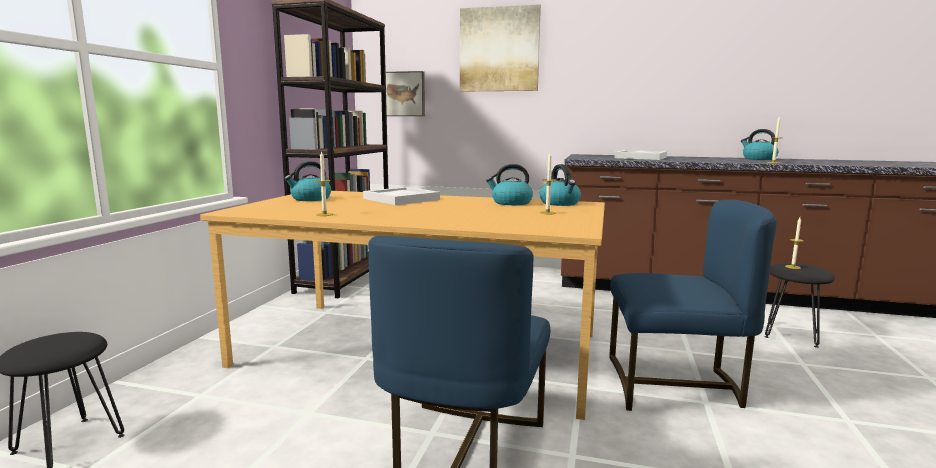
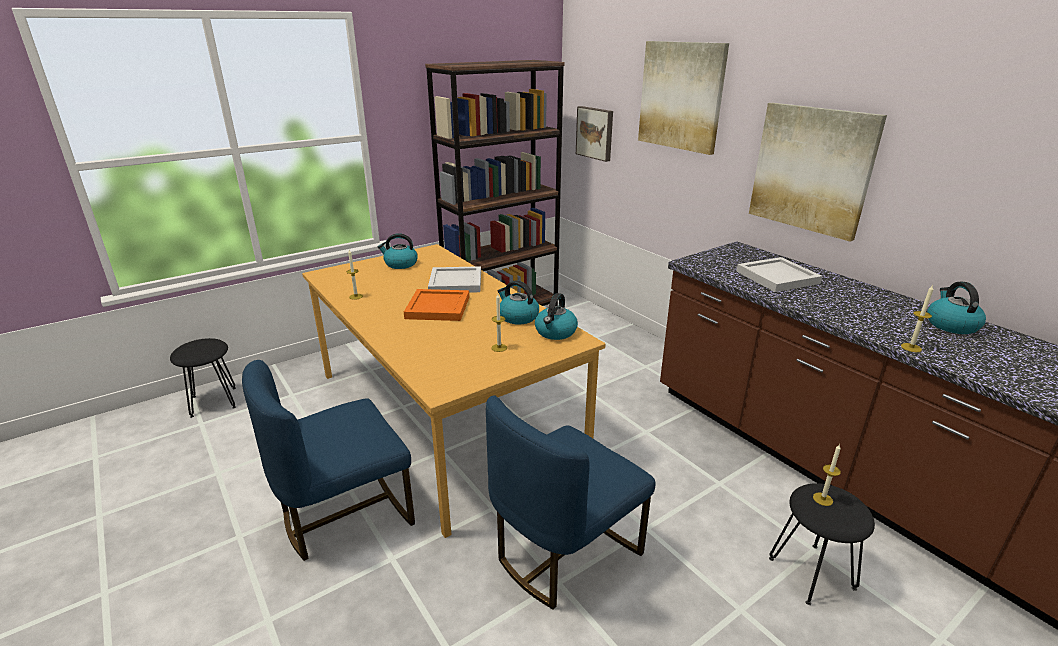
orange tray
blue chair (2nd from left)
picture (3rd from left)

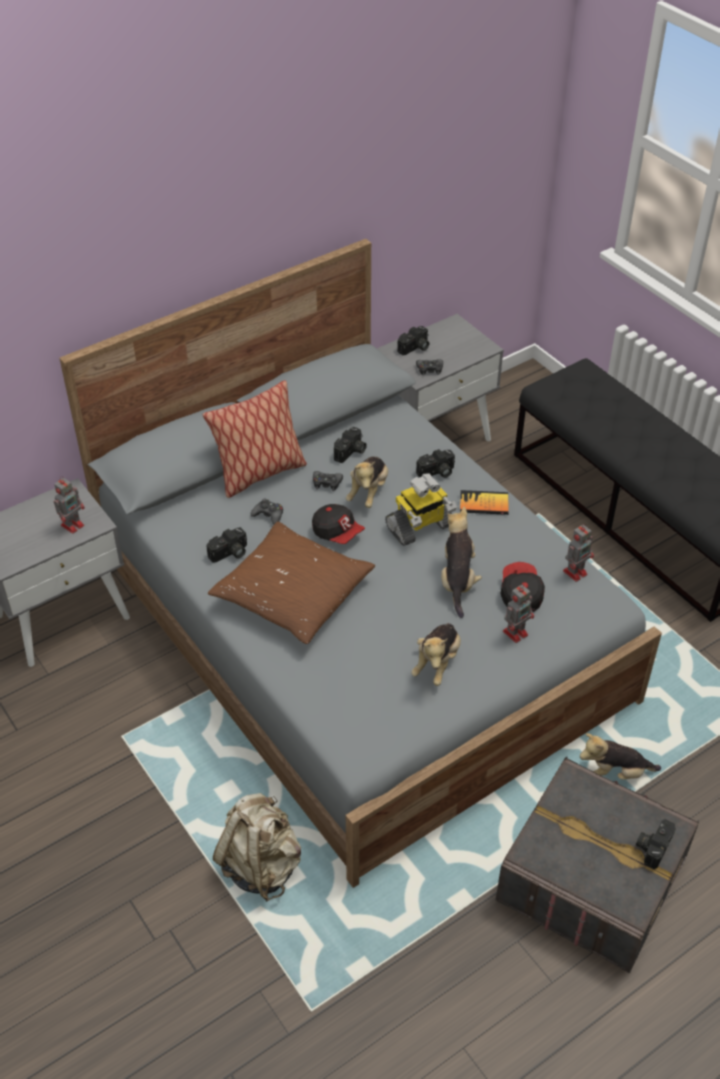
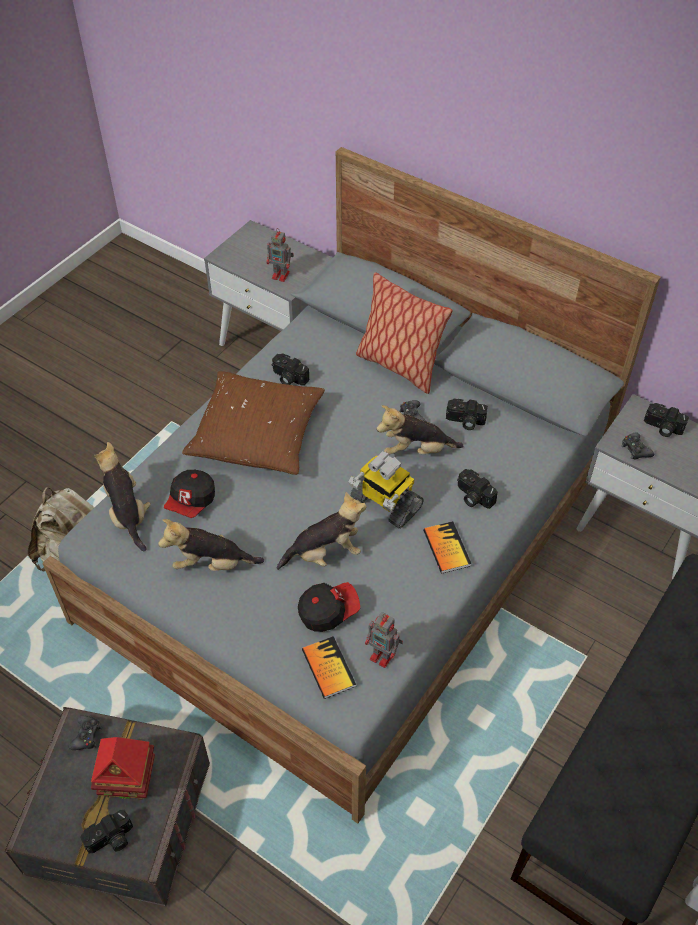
black game controller (1st from left)
photo camera (1st from left)
toy house
plush toy (1st from left)
cap (1st from left)
book (1st from left)
toy robot (3rd from left in the first image)

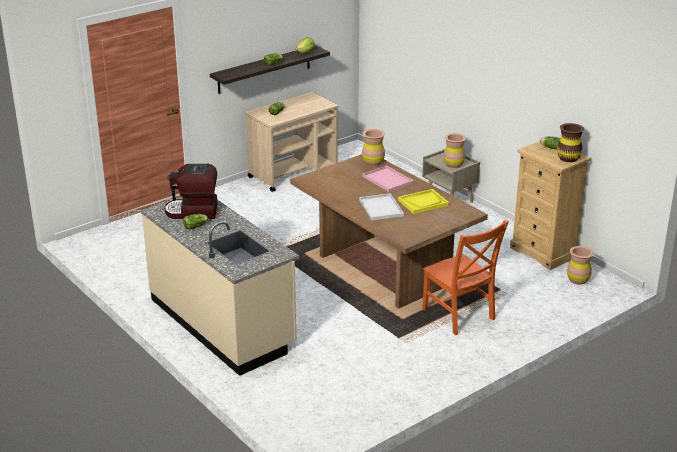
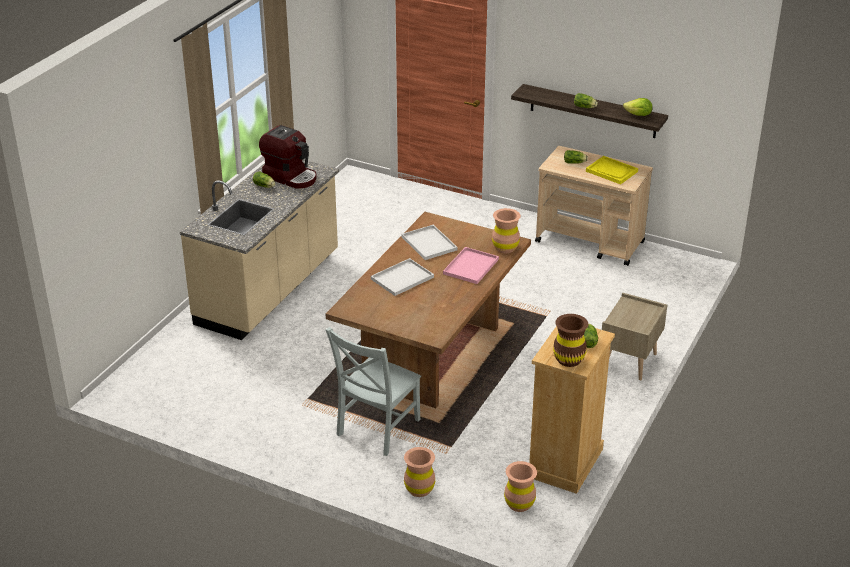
coffee machine
grey chair
white tray (2nd from left)
brown vase (1st from left)
yellow tray

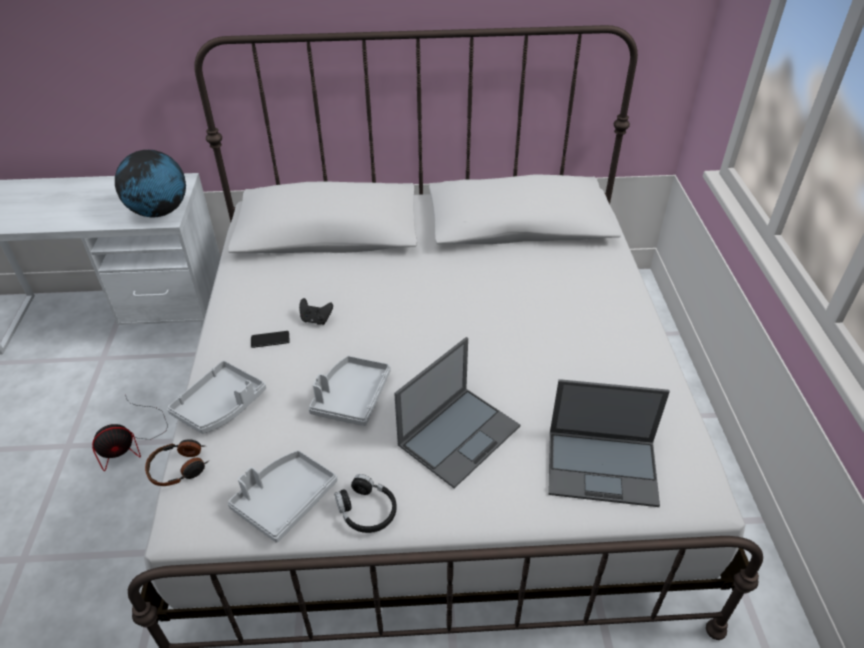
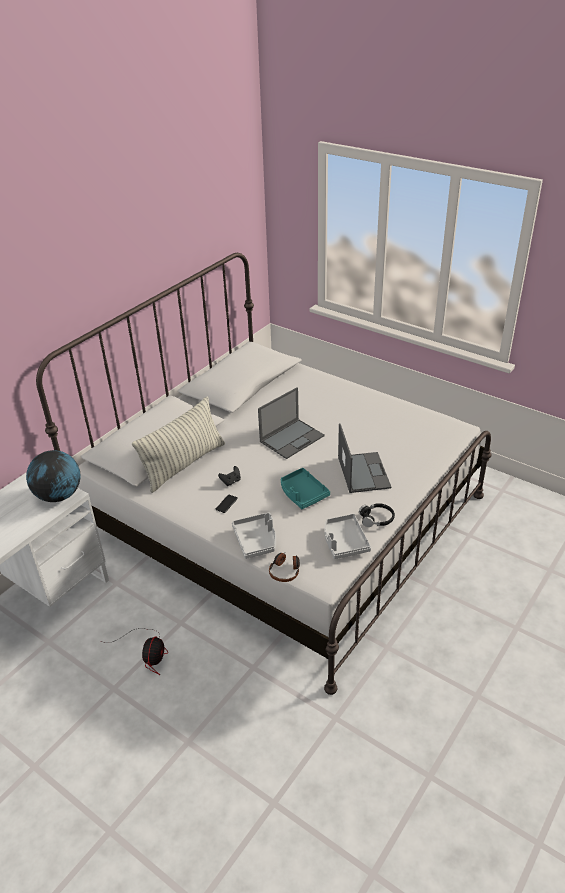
pillow
laptop (1st from left)
turquoise tray

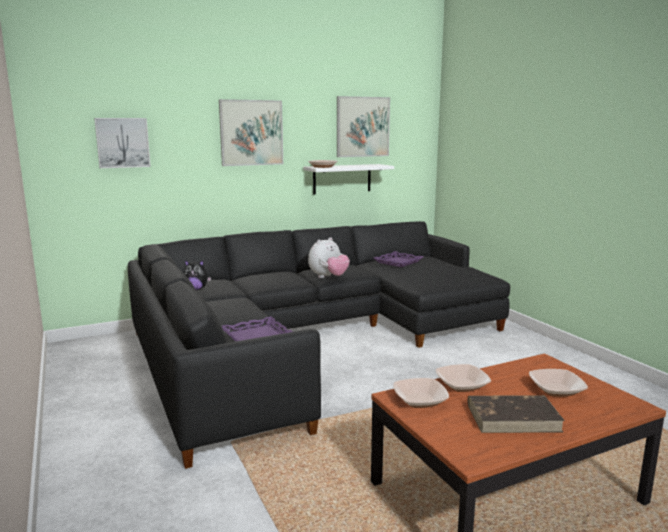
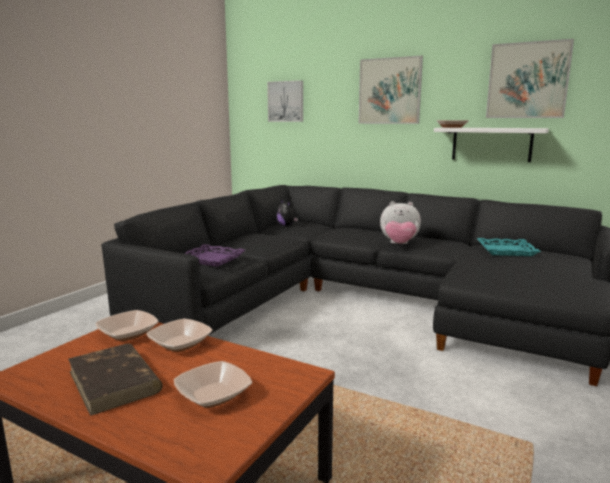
turquoise tray

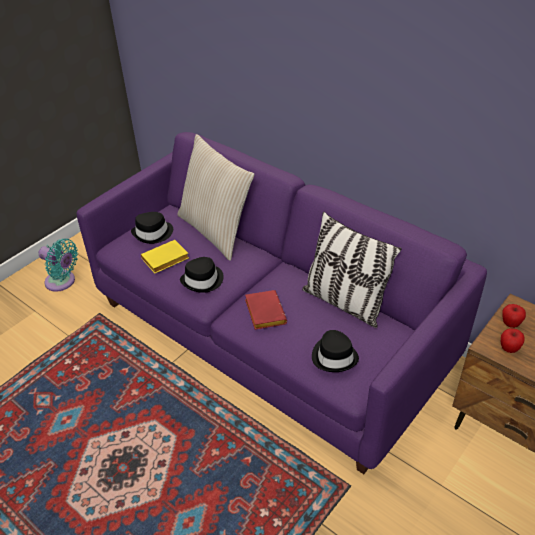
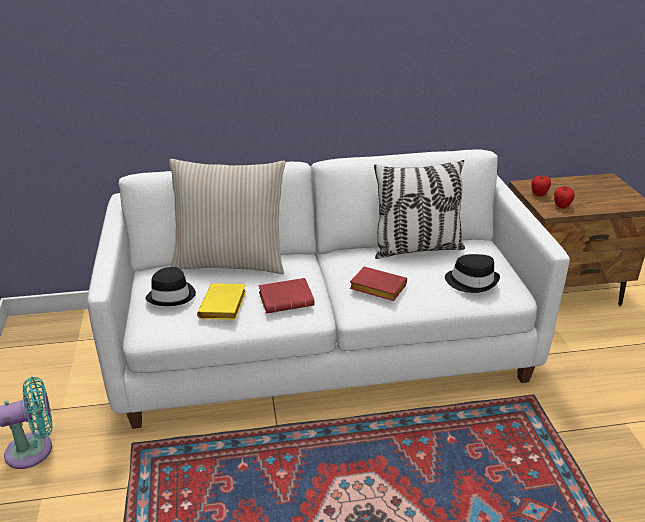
white sofa
red book (1st from left)

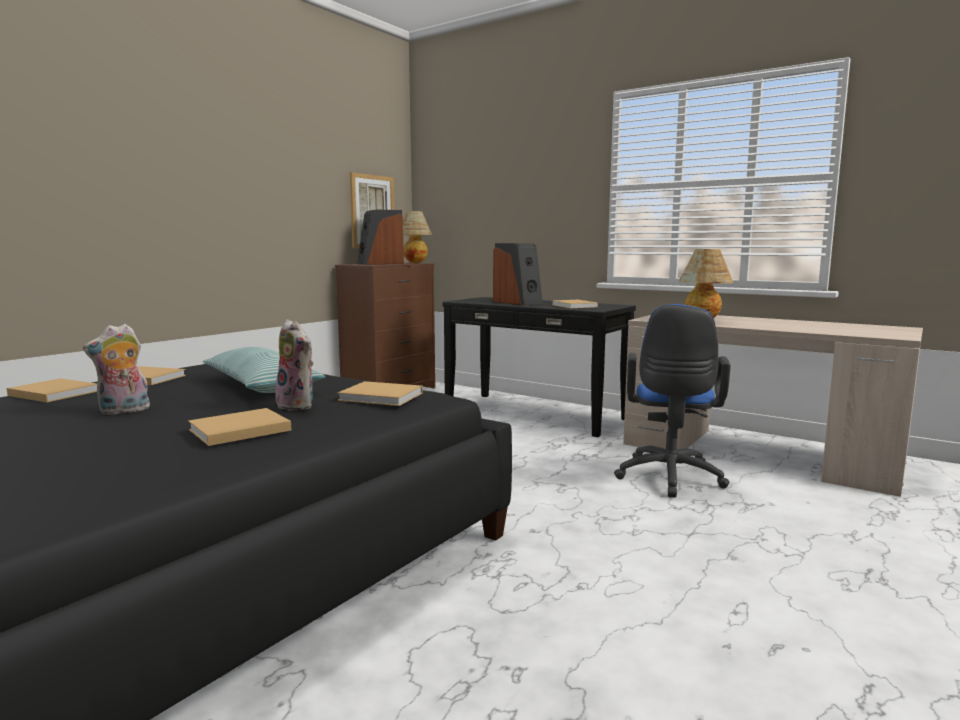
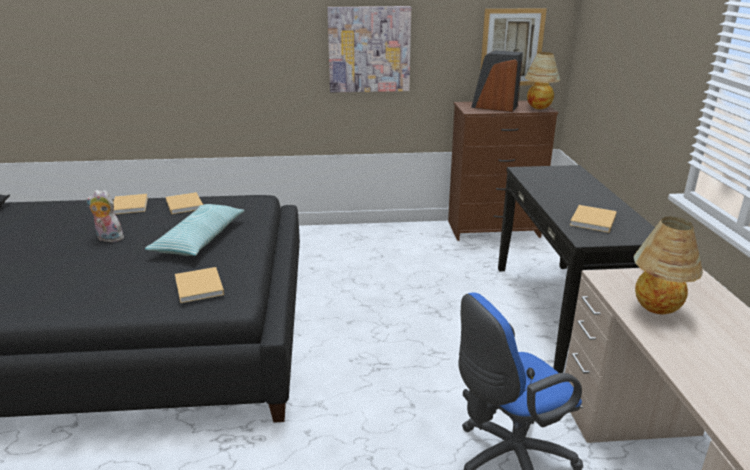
picture (1st from left)
beige book (3rd from left in the first image)
plush toy (2nd from left in the first image)
speaker (2nd from left in the first image)

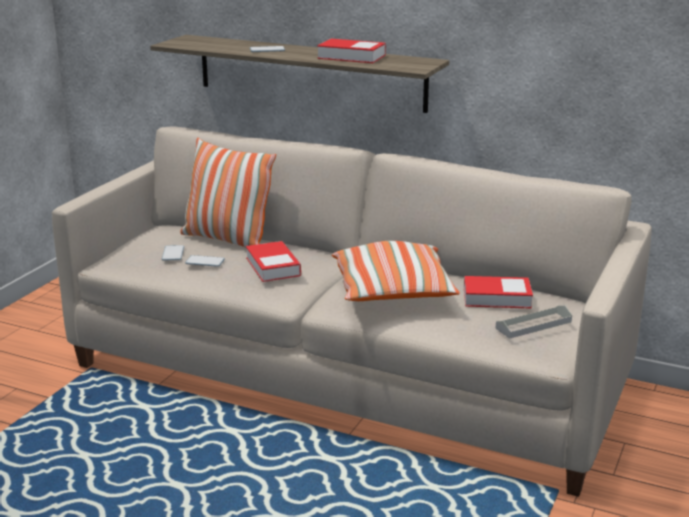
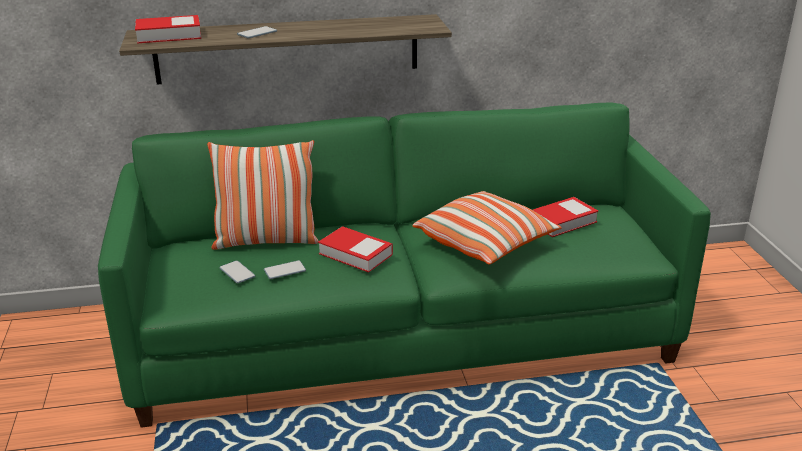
green sofa
book (1st from left)
grey tray

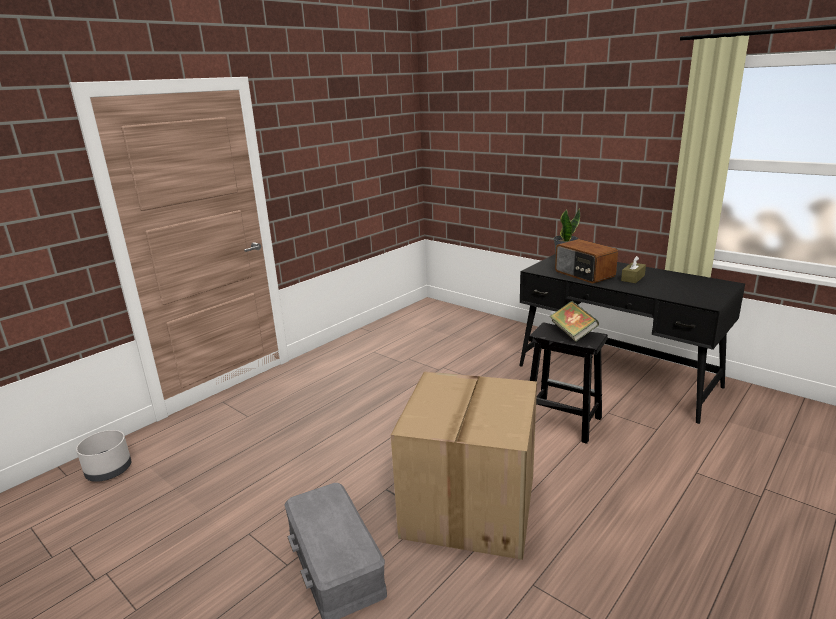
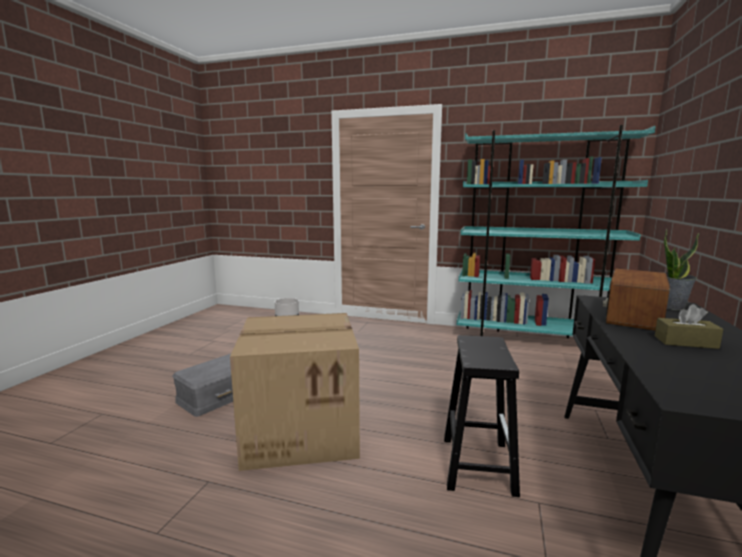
turquoise bookcase
book

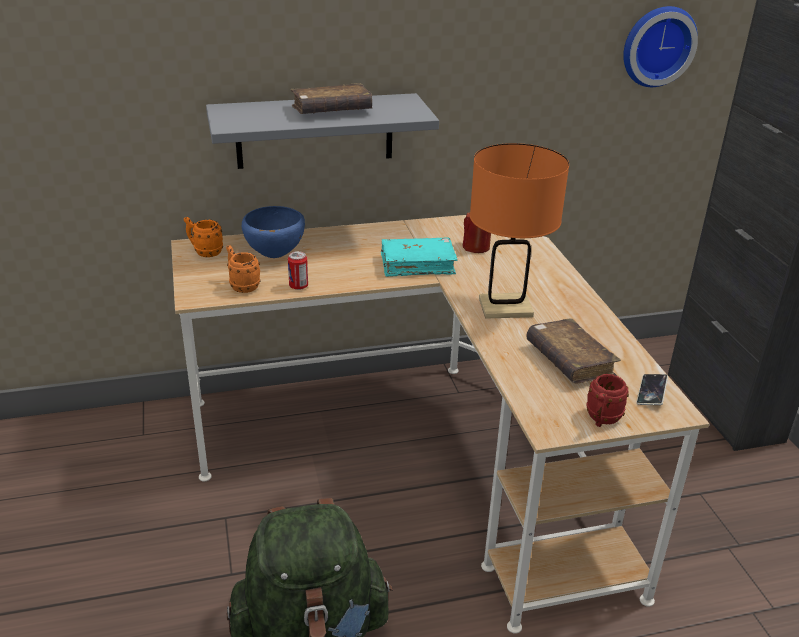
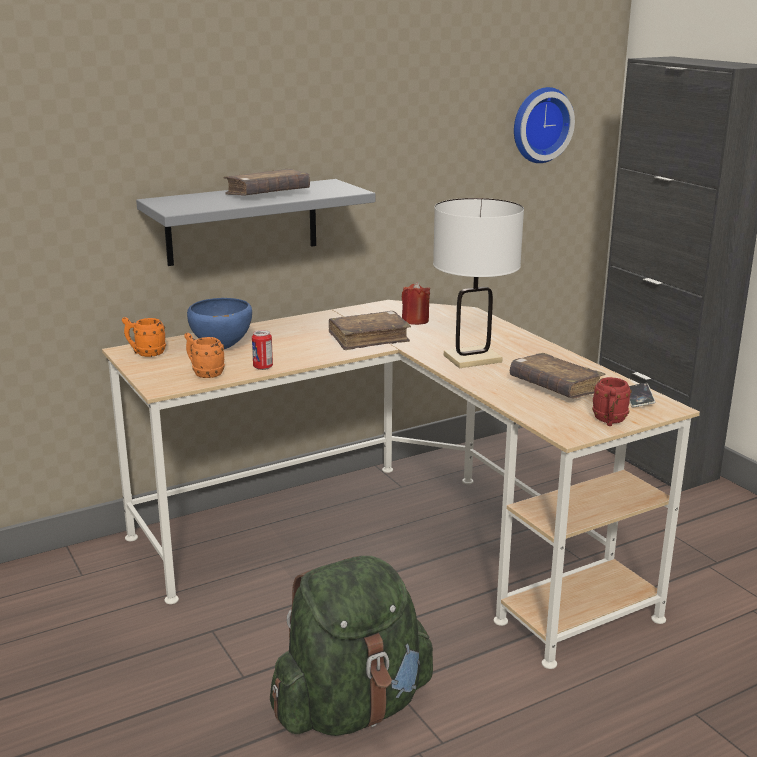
brown book (2nd from left)
white table lamp

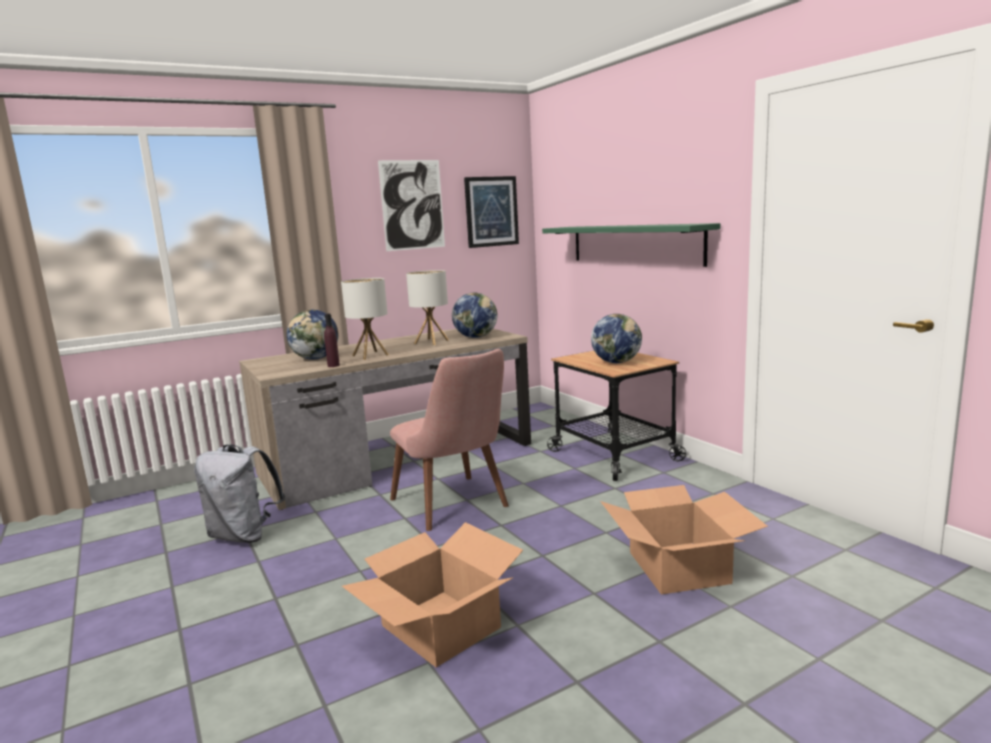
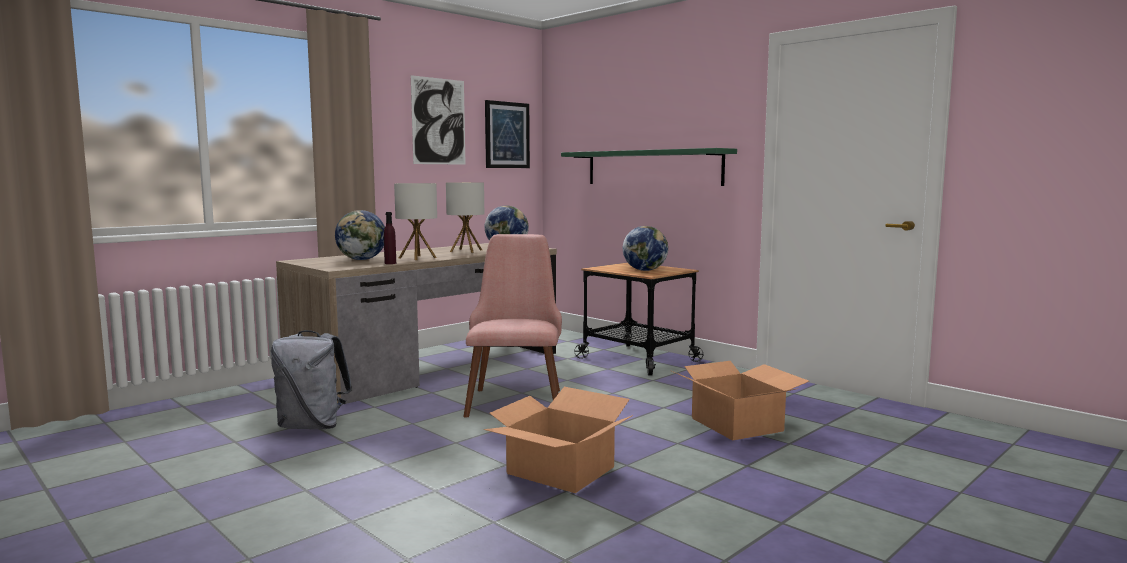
pink chair

